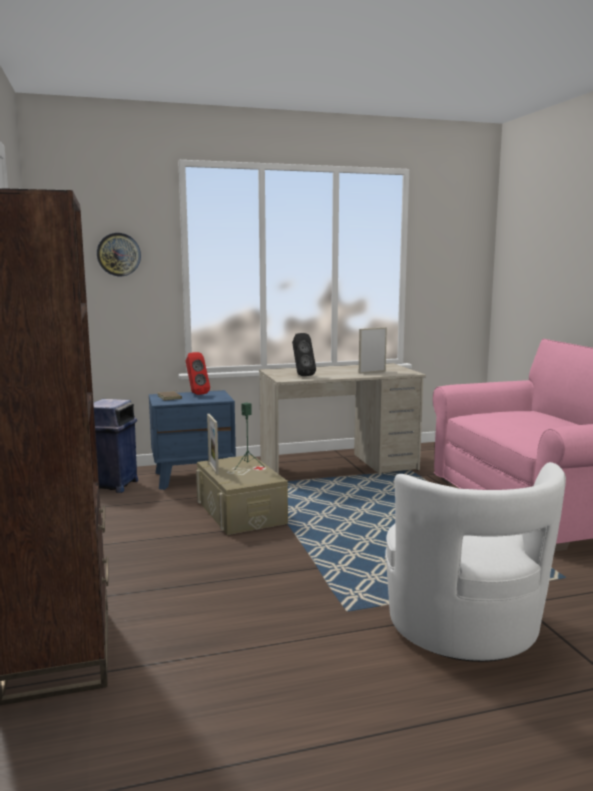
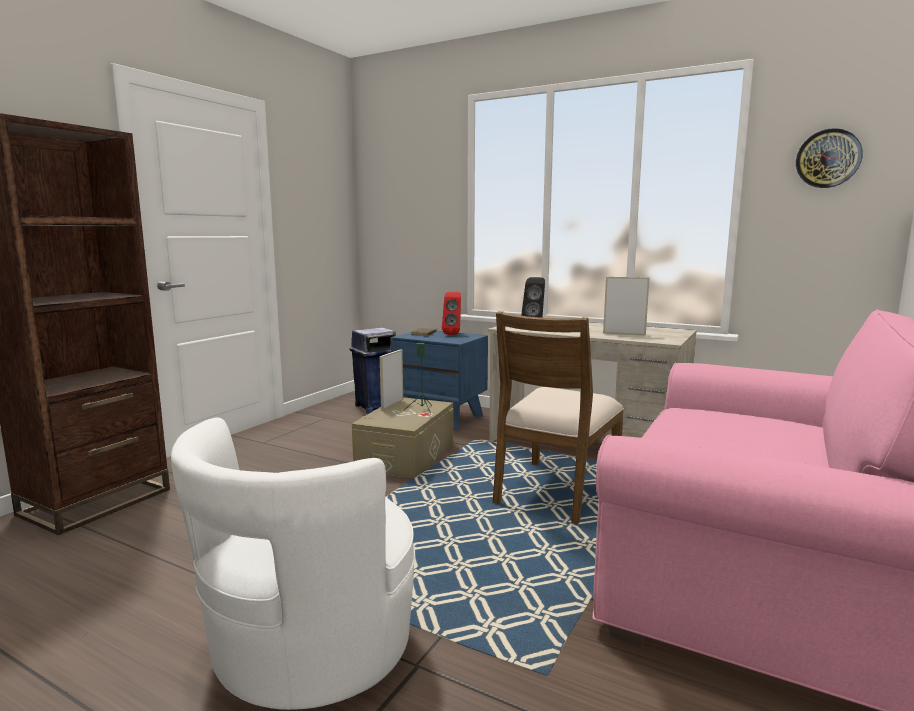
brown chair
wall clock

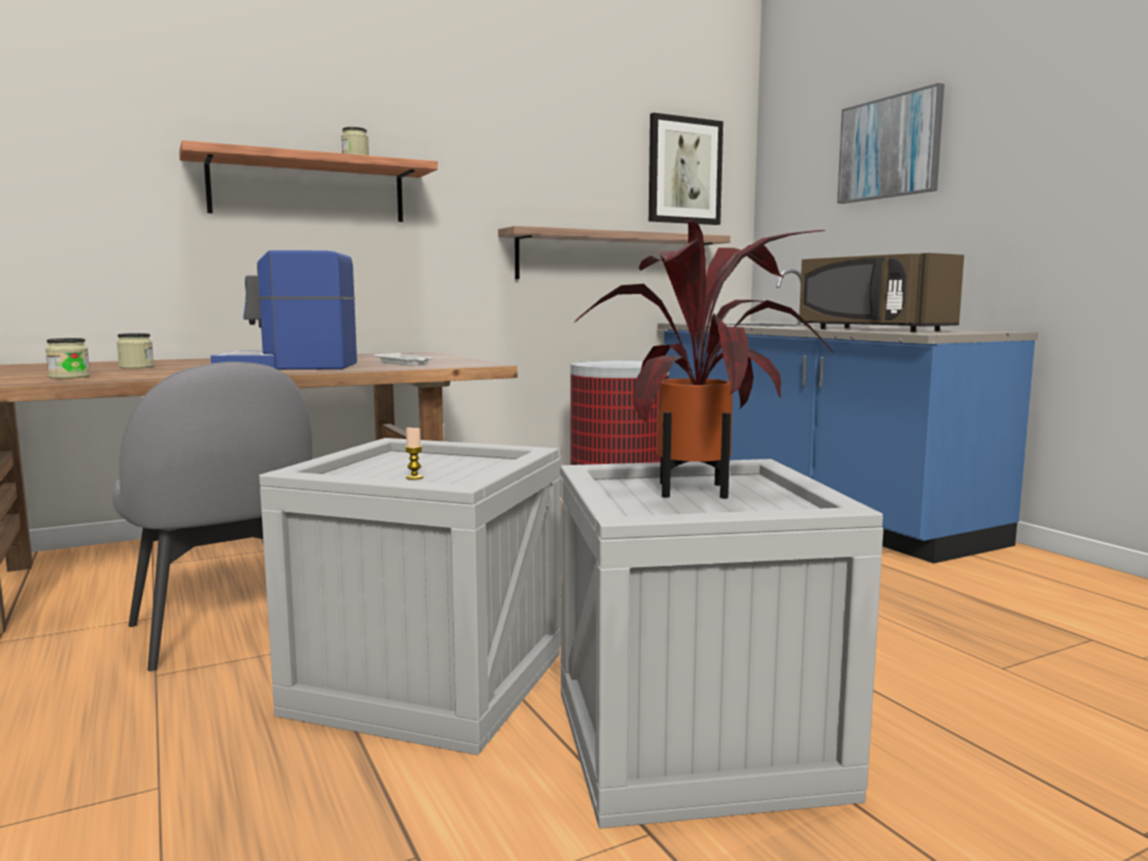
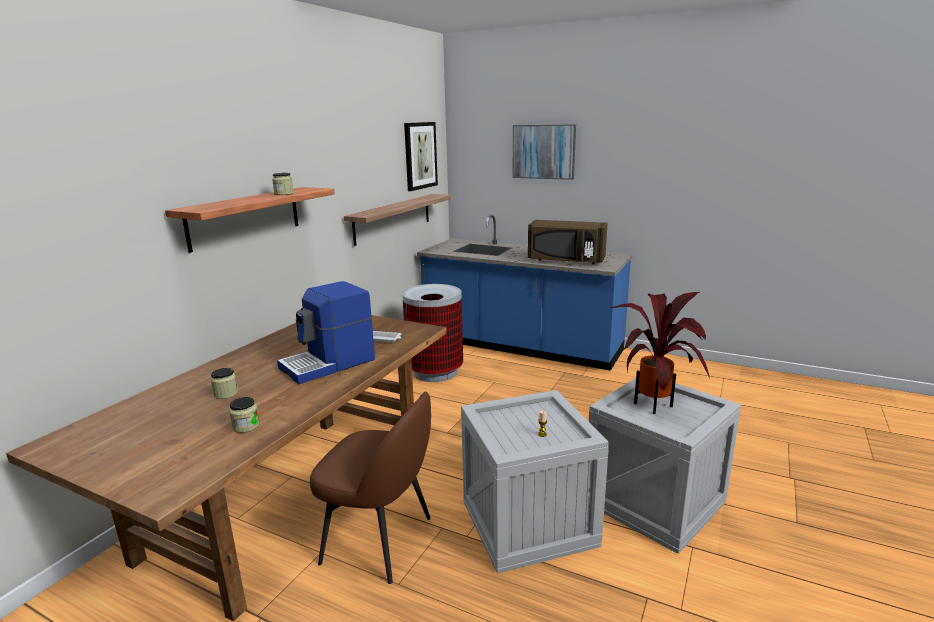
brown chair

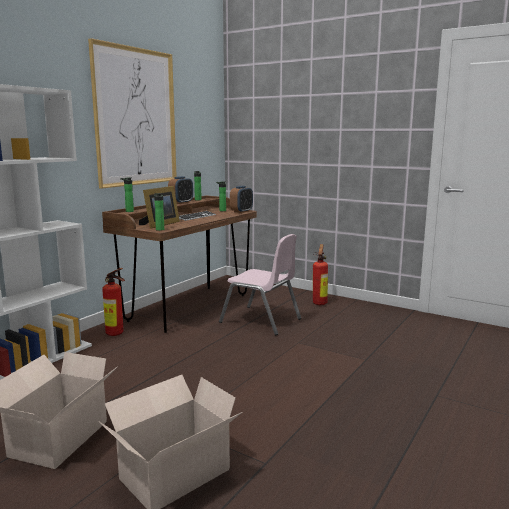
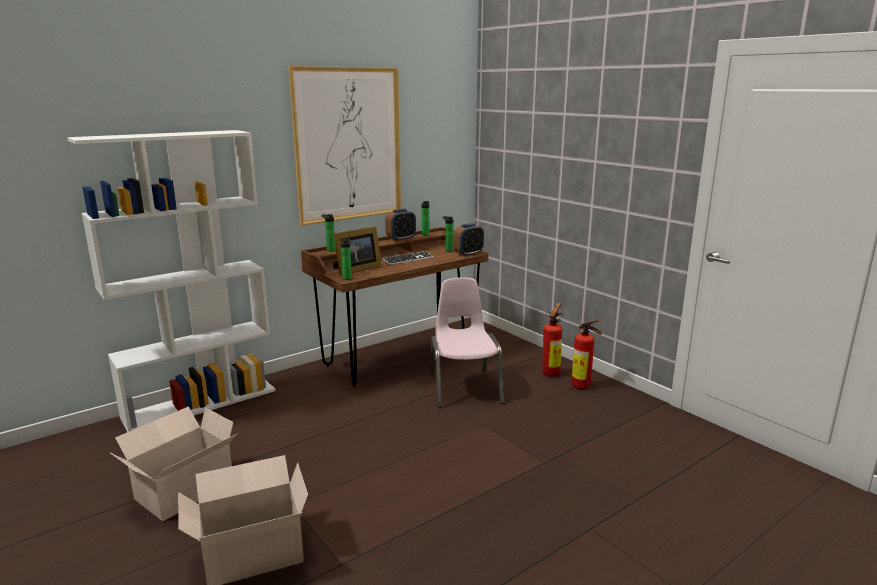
pink chair
fire extinguisher (2nd from left)

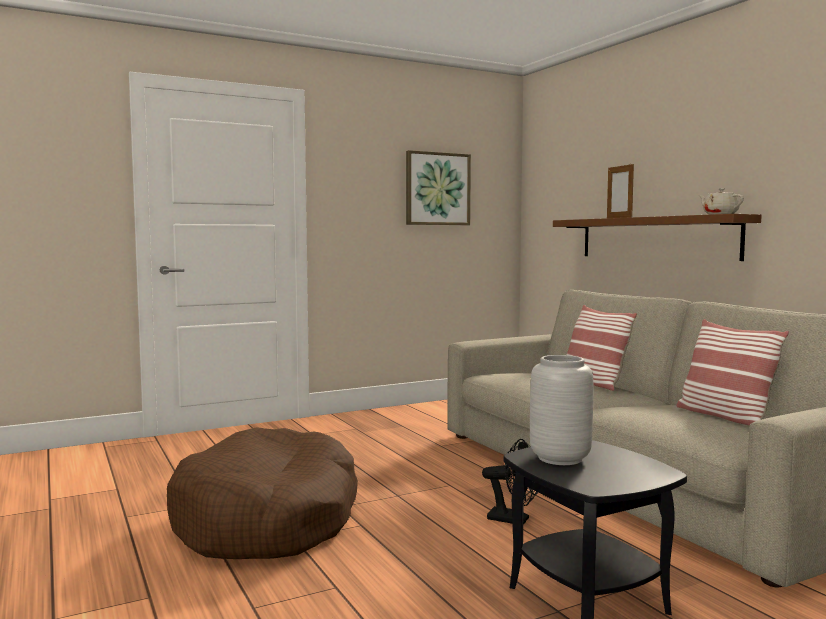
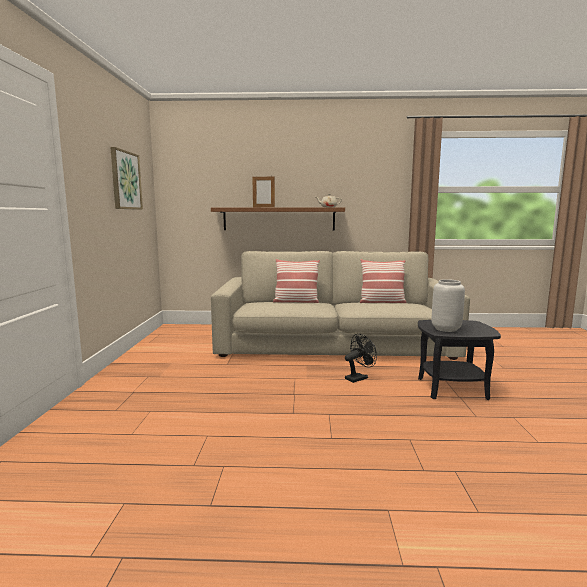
brown dog bed

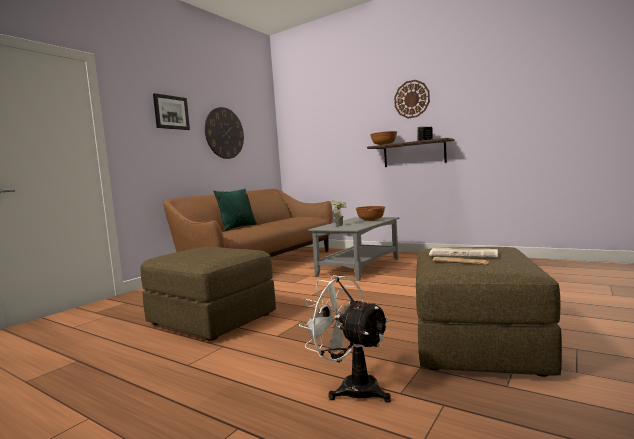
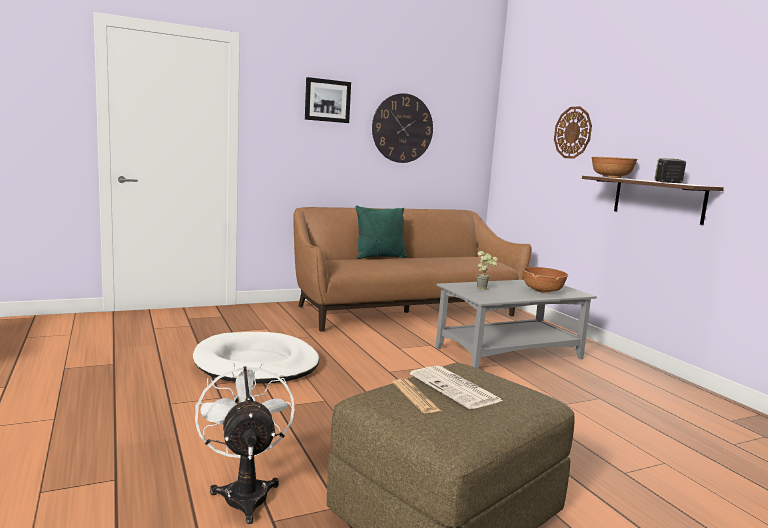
white dog bed
wall clock (2nd from left)

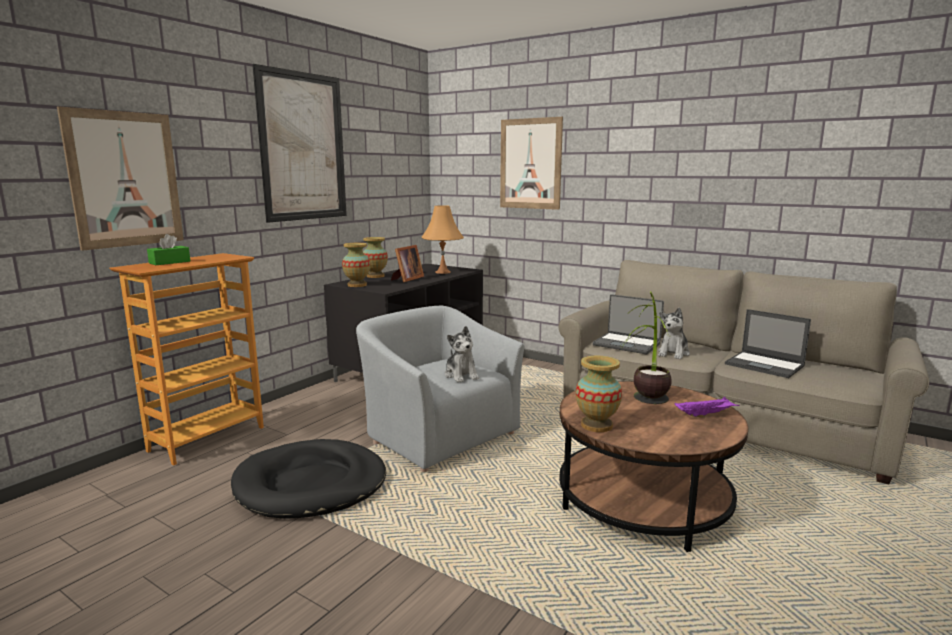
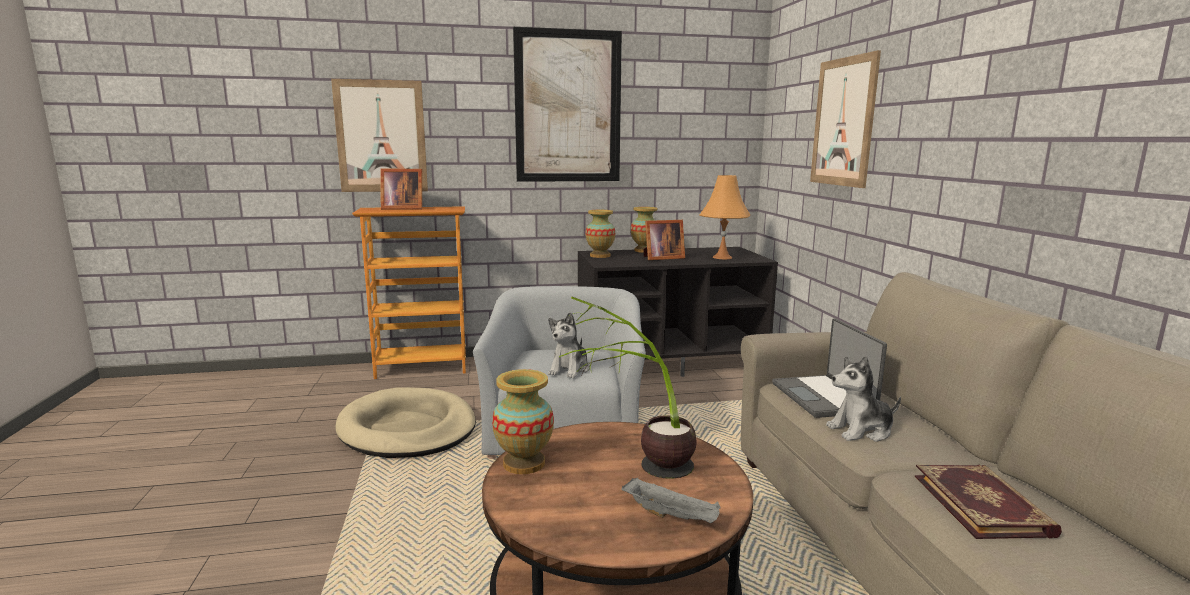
beige dog bed
picture frame (1st from left)
grey tray
book

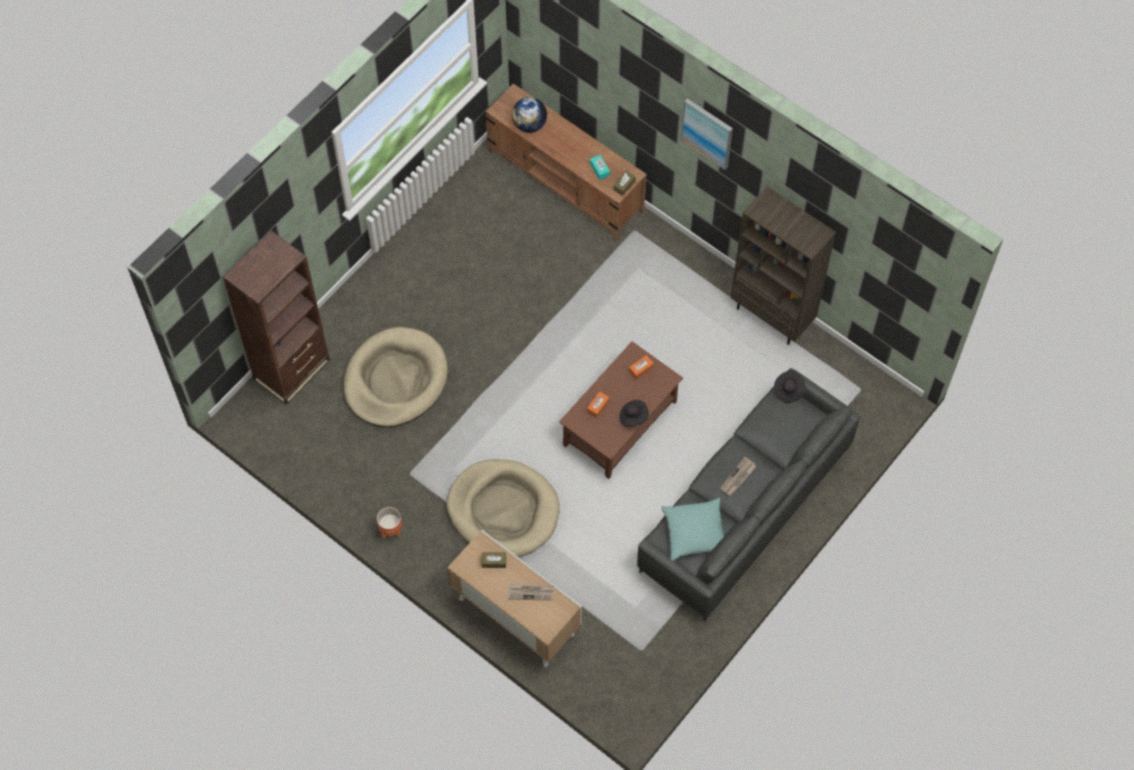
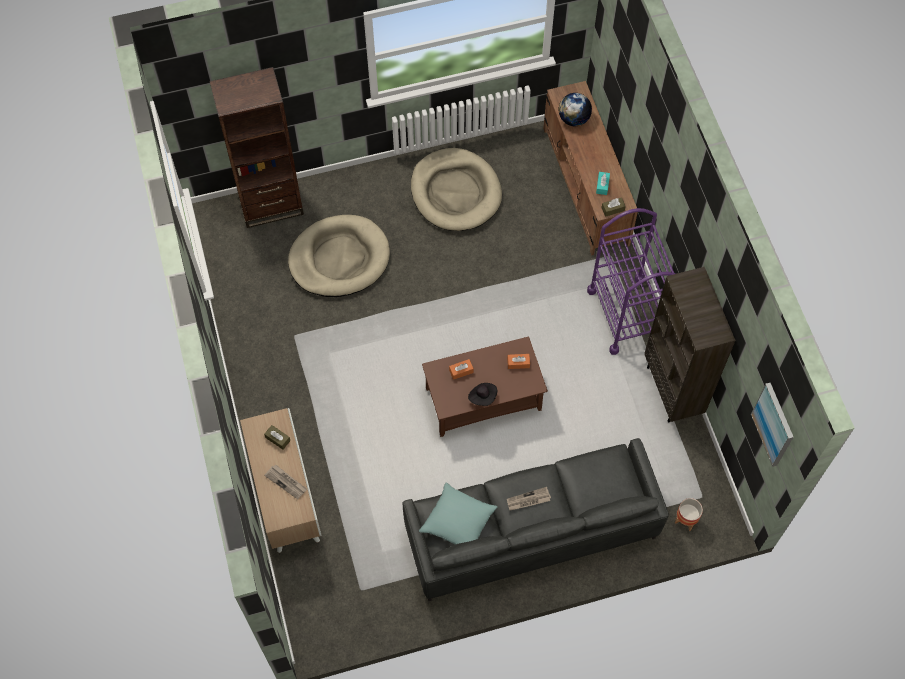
beige dog bed (2nd from left)
purple cart
planter
picture
black hat (2nd from left in the first image)

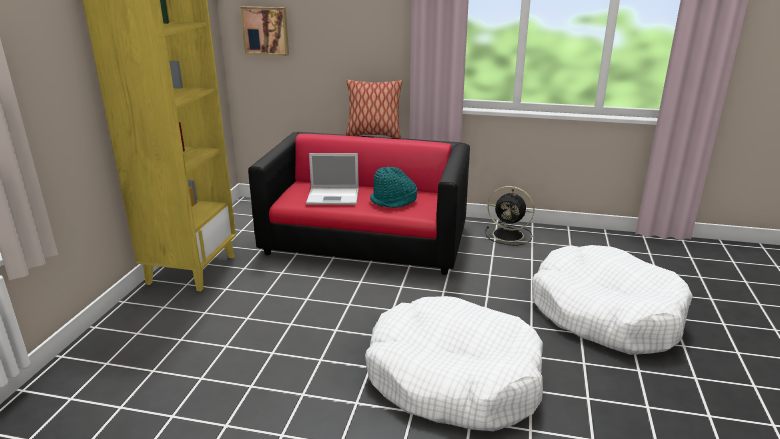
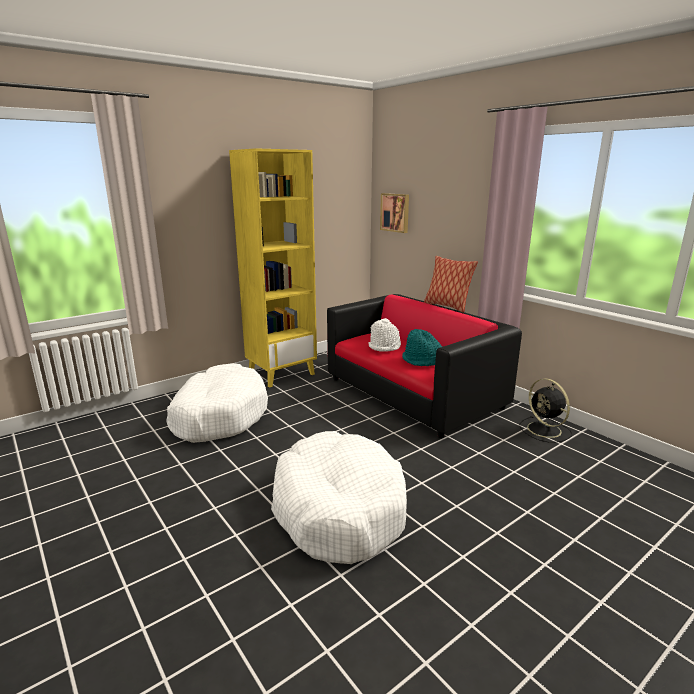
white dog bed (1st from left)
white hat

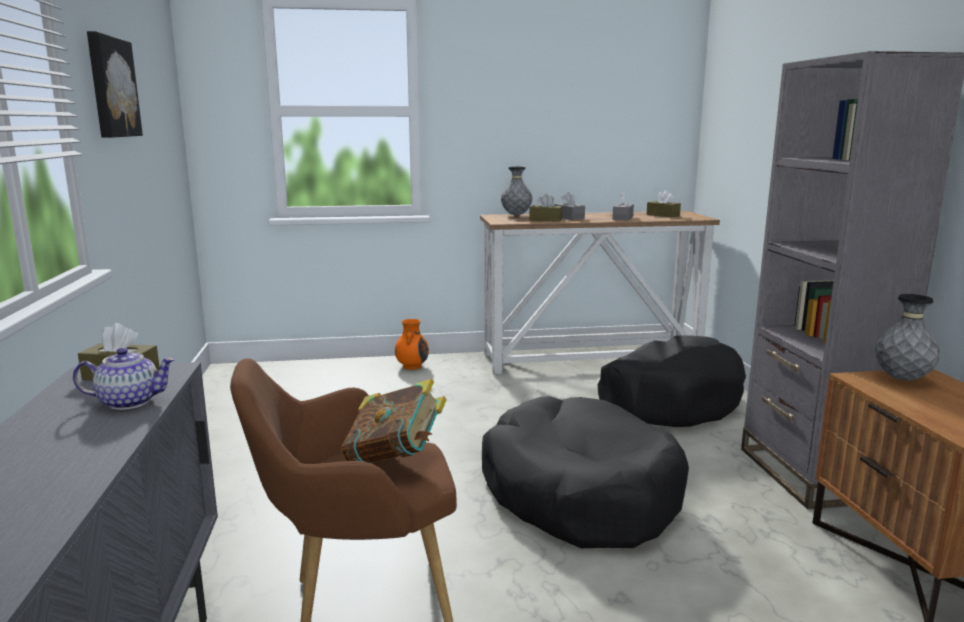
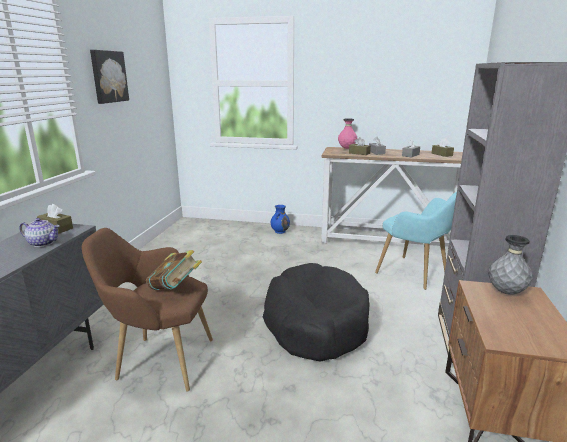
blue vase
pink vase
turquoise armchair

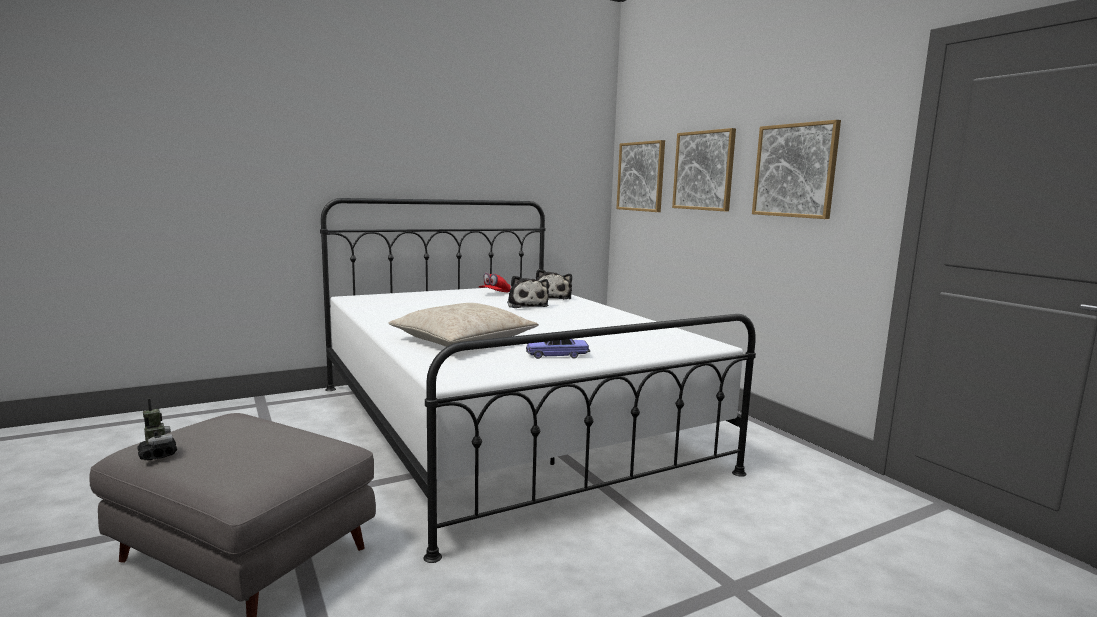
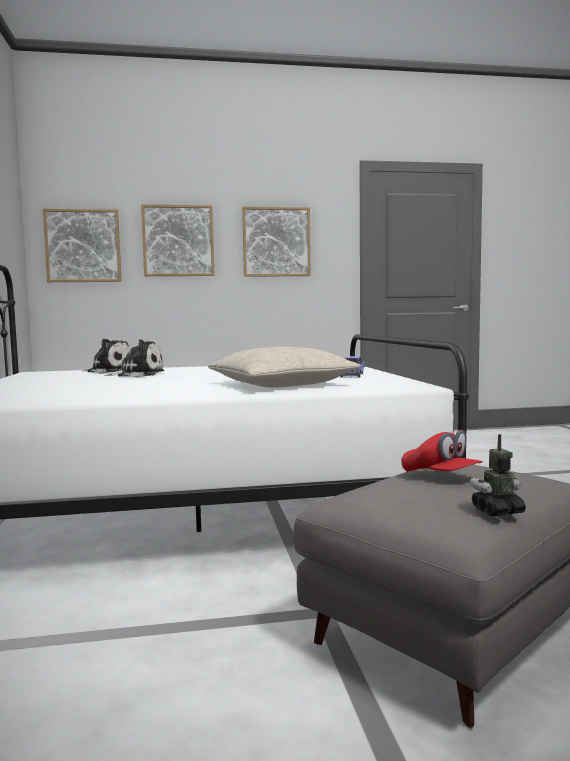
red cap

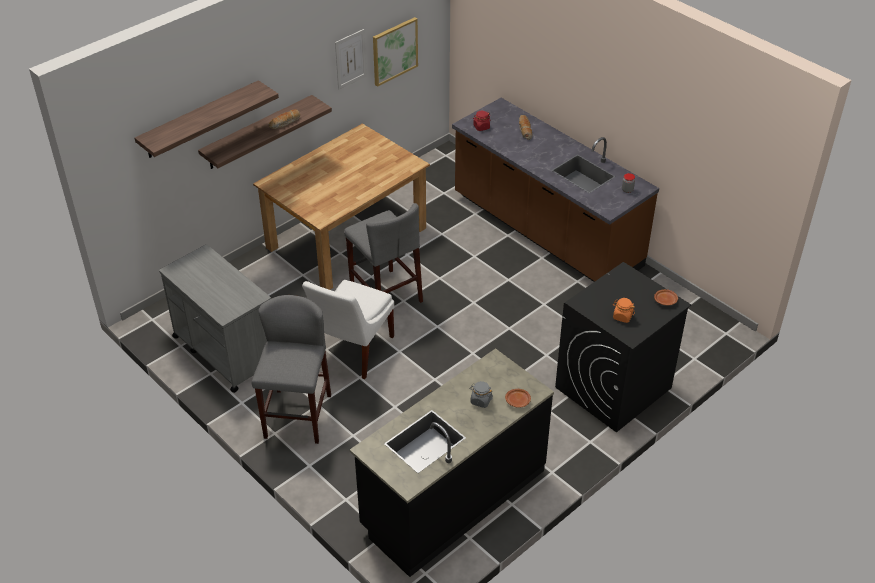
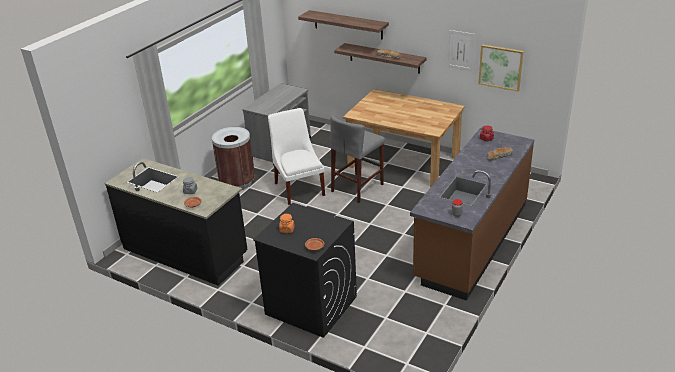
brown trash can
white chair

